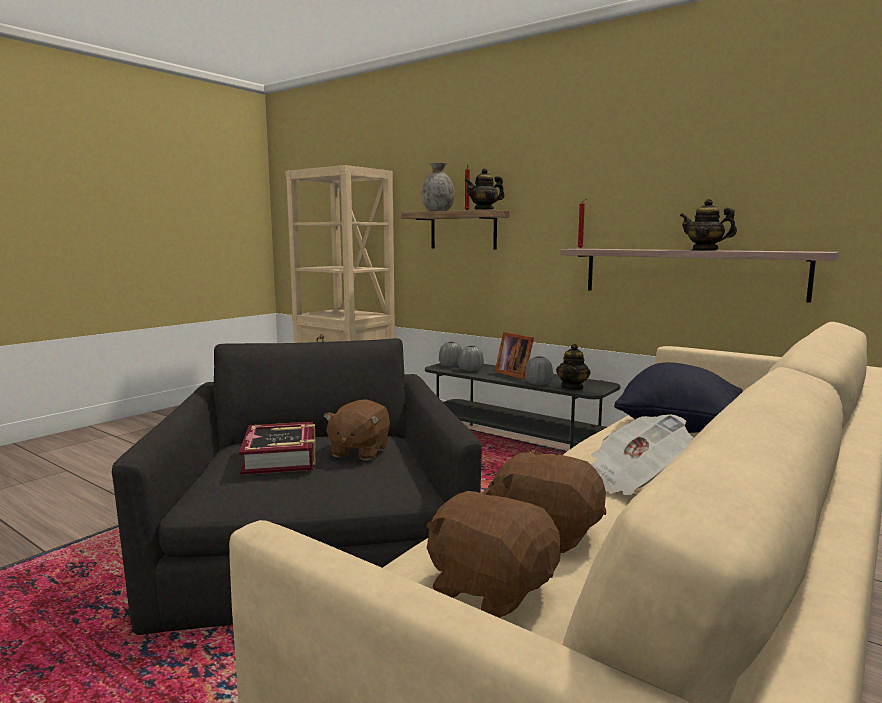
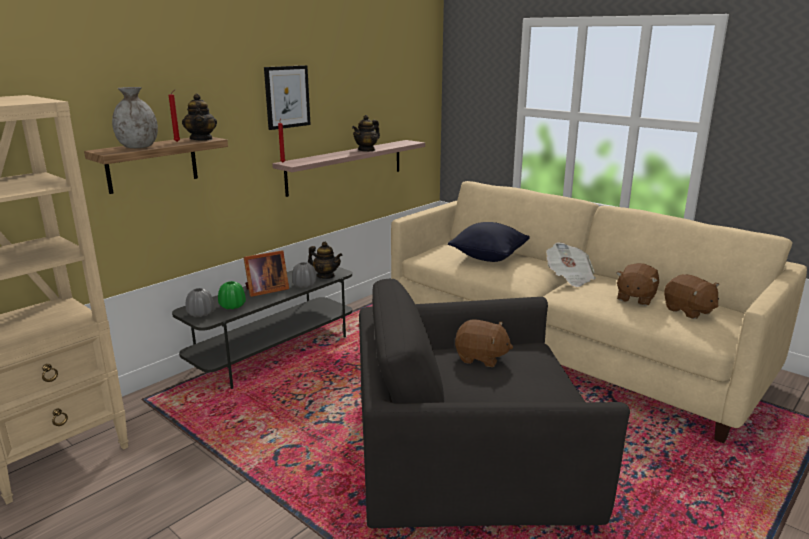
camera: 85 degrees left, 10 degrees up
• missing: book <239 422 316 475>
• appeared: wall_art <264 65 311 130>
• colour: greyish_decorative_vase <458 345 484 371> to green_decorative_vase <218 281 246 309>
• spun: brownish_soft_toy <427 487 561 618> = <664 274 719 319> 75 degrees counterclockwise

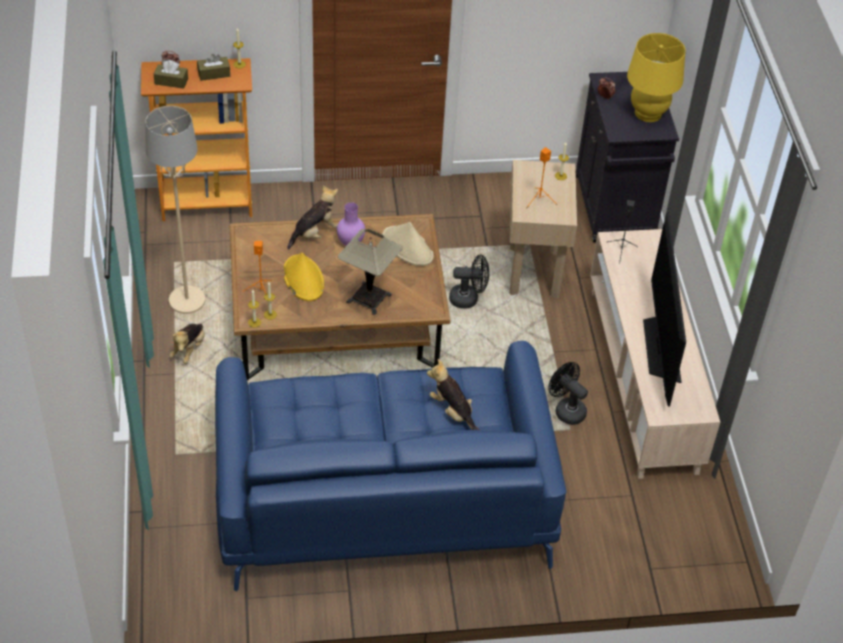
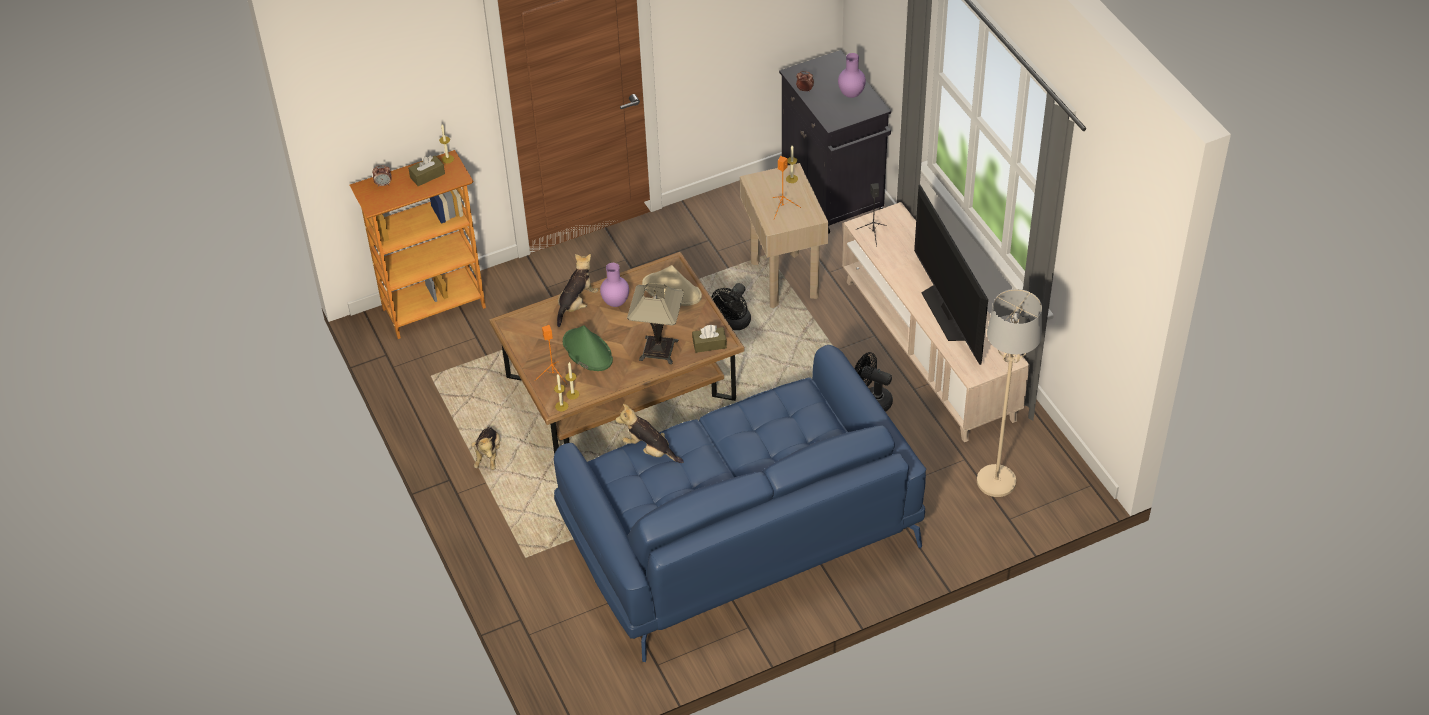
camera: 15 degrees left, 0 degrees up
• relocated: sand-coloured_floor_lamp <145 106 205 314> to <977 289 1042 497>
• relocated: brownish_tissue_box <154 60 188 89> to <692 325 727 353>
• relocated: soft_toy <427 359 480 430> to <615 404 684 463>
• exchanged: yellowish_lamp_for_a_table <627 33 686 122> to purple-coloured_decorative_vase <838 53 866 98>
• colour: yellowish_wearable_hat <284 253 324 301> to green_wearable_hat <563 325 613 371>
• spun: black_electric_fan <449 255 489 309> = <711 283 751 330> 135 degrees clockwise

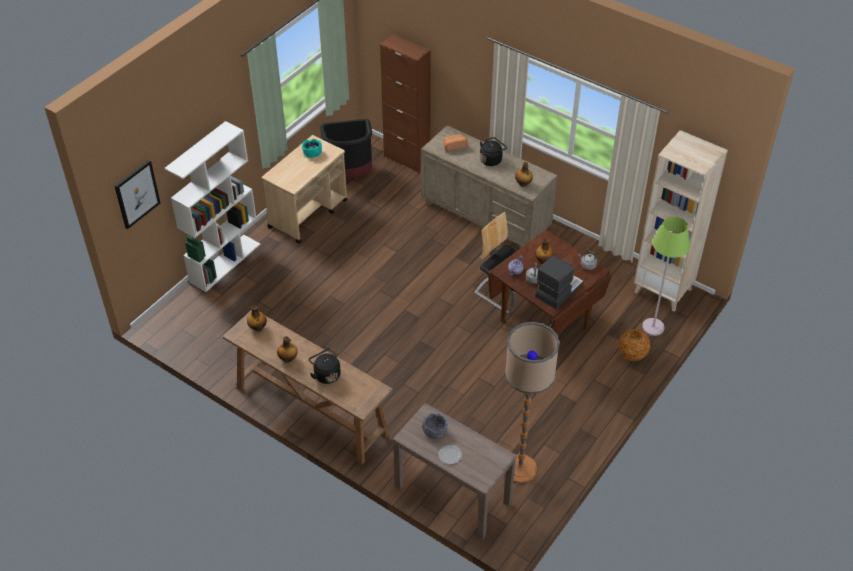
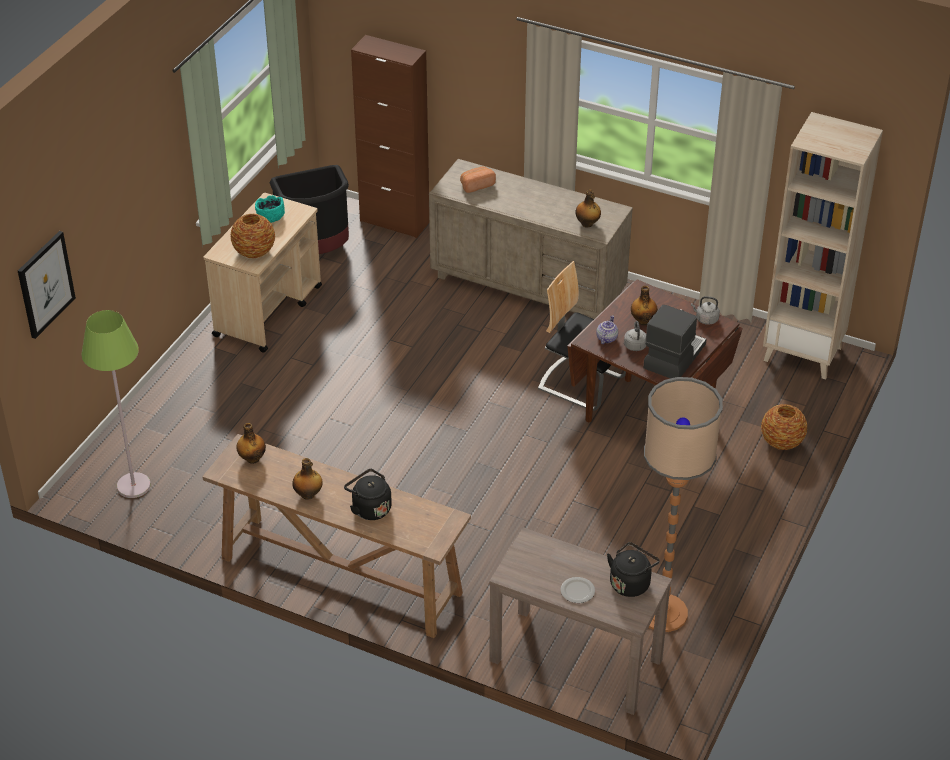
camera: 10 degrees left, 5 degrees down
• missing: white_bookcase <164 121 260 292>
• missing: greyish_deep_dish <422 413 448 439>
• appeared: decorative_vase <230 214 275 258>
• relocated: black_kettle <480 137 507 166> to <607 542 660 597>
• relocated: green_floor_lamp <642 216 691 336> to <82 310 150 498>

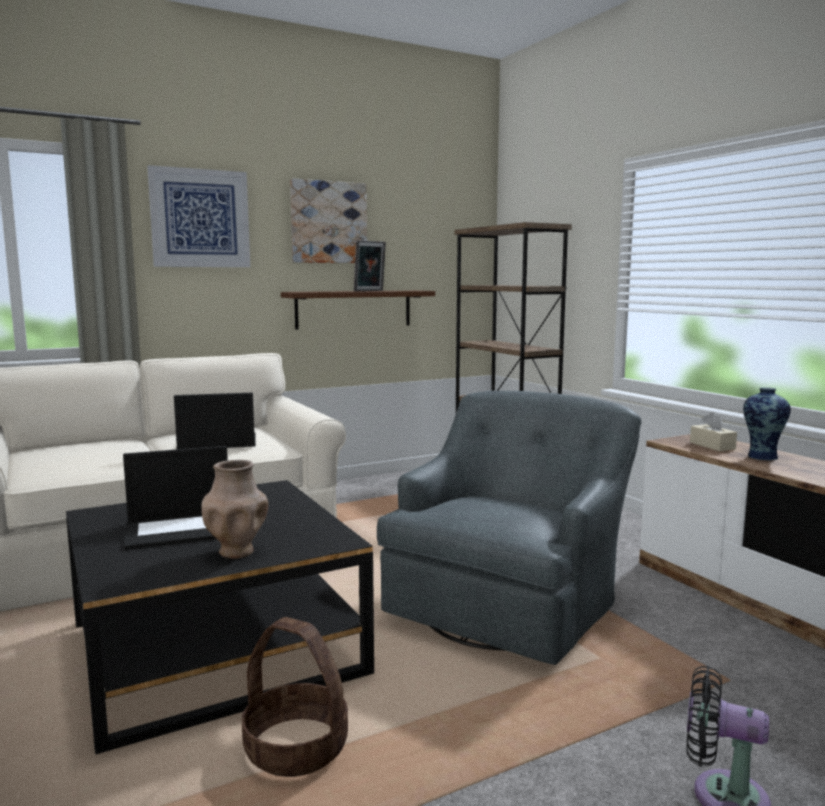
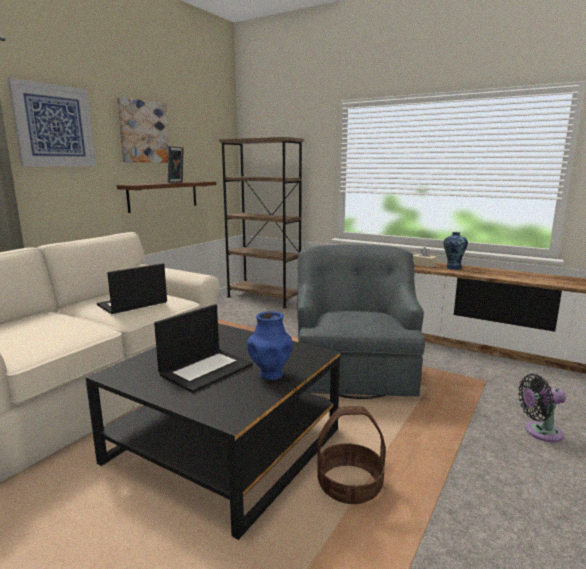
camera: 30 degrees left, 5 degrees up
• colour: brownish_decorative_vase <201 460 268 559> to blue_decorative_vase <247 311 292 381>

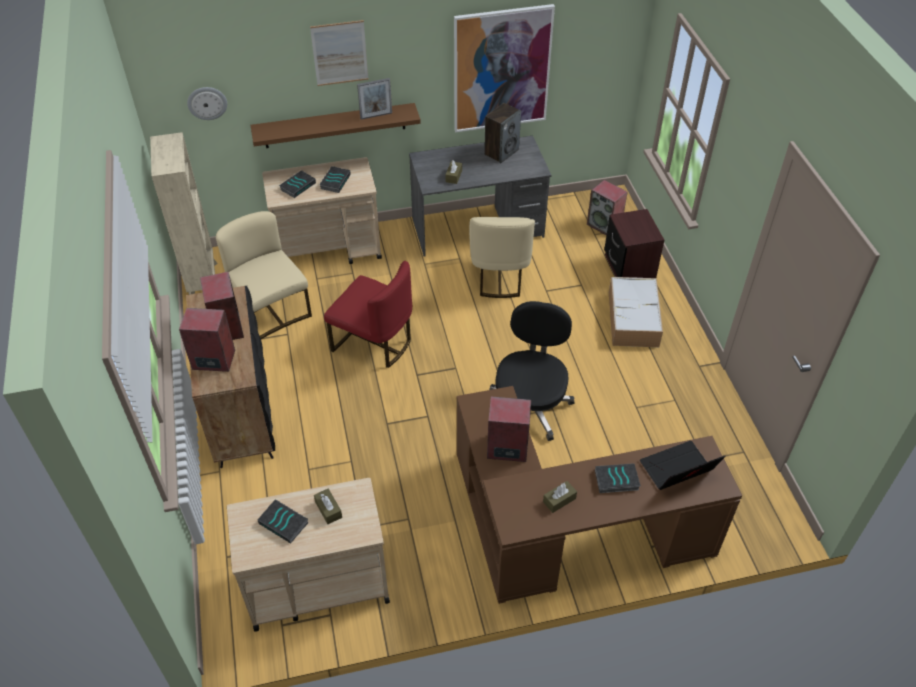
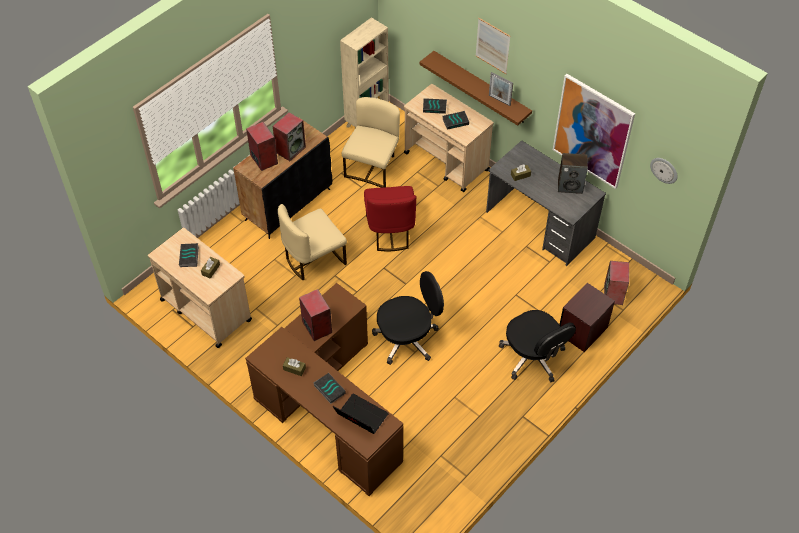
camera: 55 degrees right, 5 degrees up
• relocated: clock_on_the_wall <187 87 227 120> to <650 158 677 184>
• relocated: sand-coloured_chair <469 217 535 298> to <278 204 347 280>
• exchanged: storage_container <609 277 663 347> to black_office_chair <499 310 576 382>

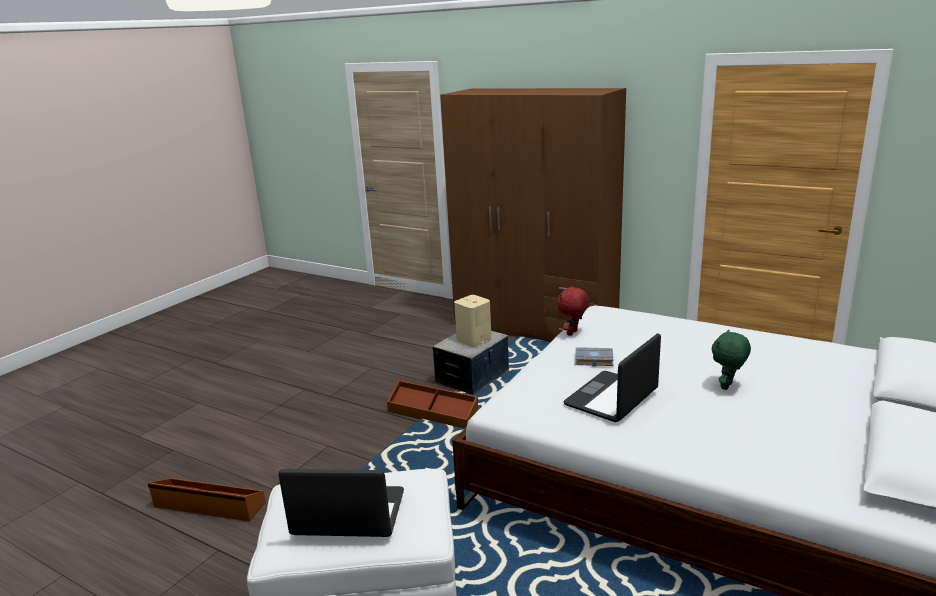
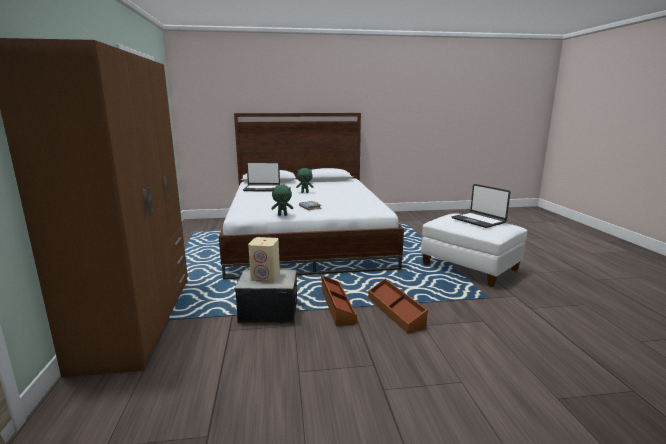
camera: 130 degrees left, 5 degrees down
• relocated: brownish_storage_container <148 478 266 521> to <368 279 428 334>
• relocated: notebook_computer <564 333 661 422> to <243 162 280 191>
• colour: red_soft_toy <557 286 589 336> to green_soft_toy <271 185 293 216>

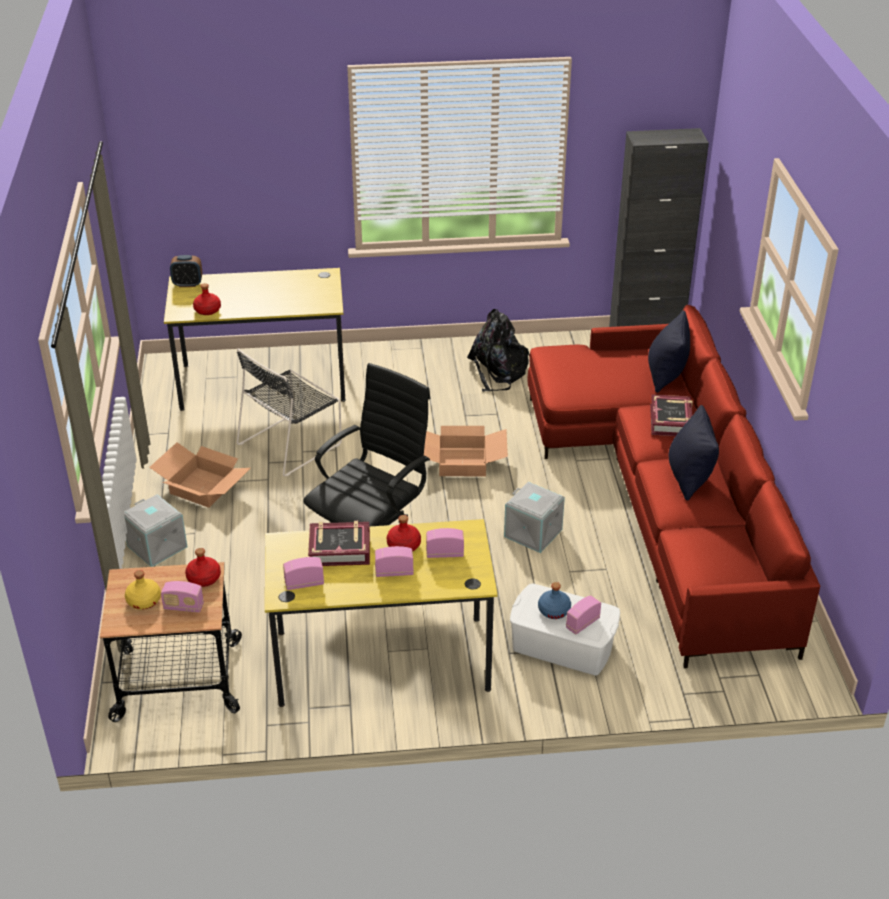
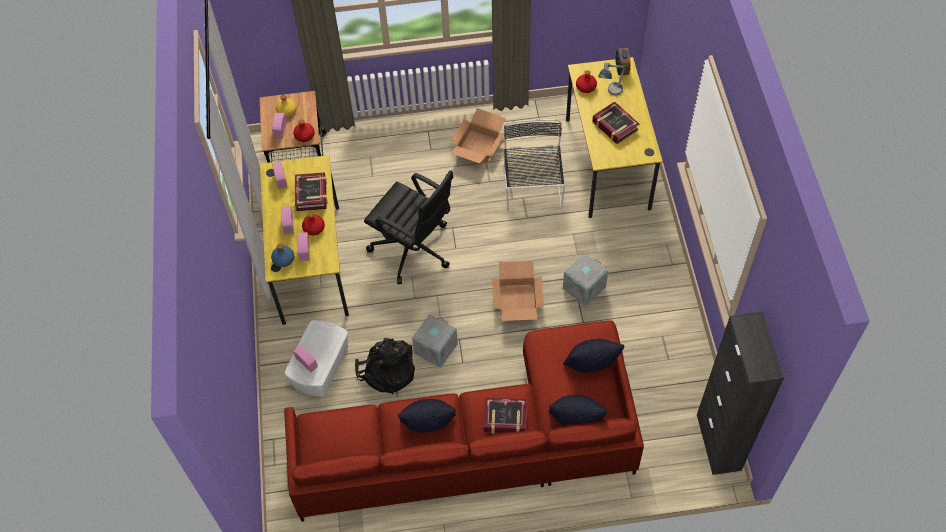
camera: 90 degrees right, 20 degrees up
• appeared: black_throw_pillow <563 339 624 373>
• appeared: book <592 102 639 144>
• appeared: lamp_for_a_table <598 63 626 95>
• relocated: greyish_storage_container <124 494 187 567> to <563 253 608 306>
• relocated: black_knapsack <467 309 530 392> to <355 338 415 395>
• relocated: blue_drink_bottle <538 582 571 619> to <271 244 294 267>
• spun: black_chair <237 348 342 476> = <504 119 565 212> 45 degrees clockwise

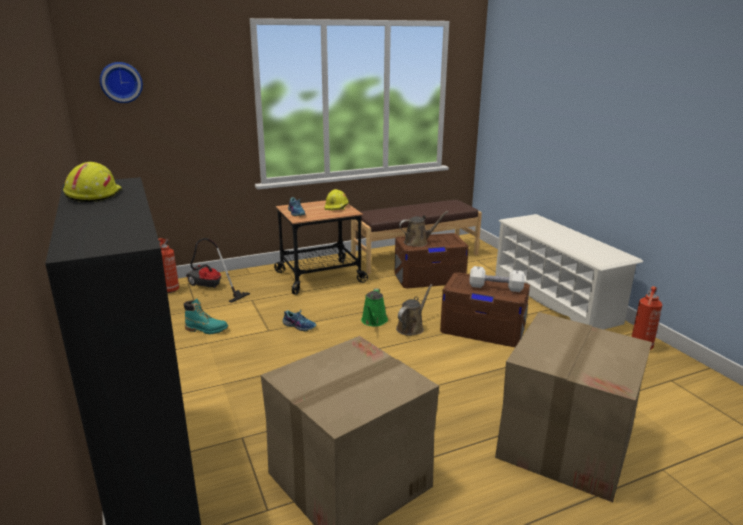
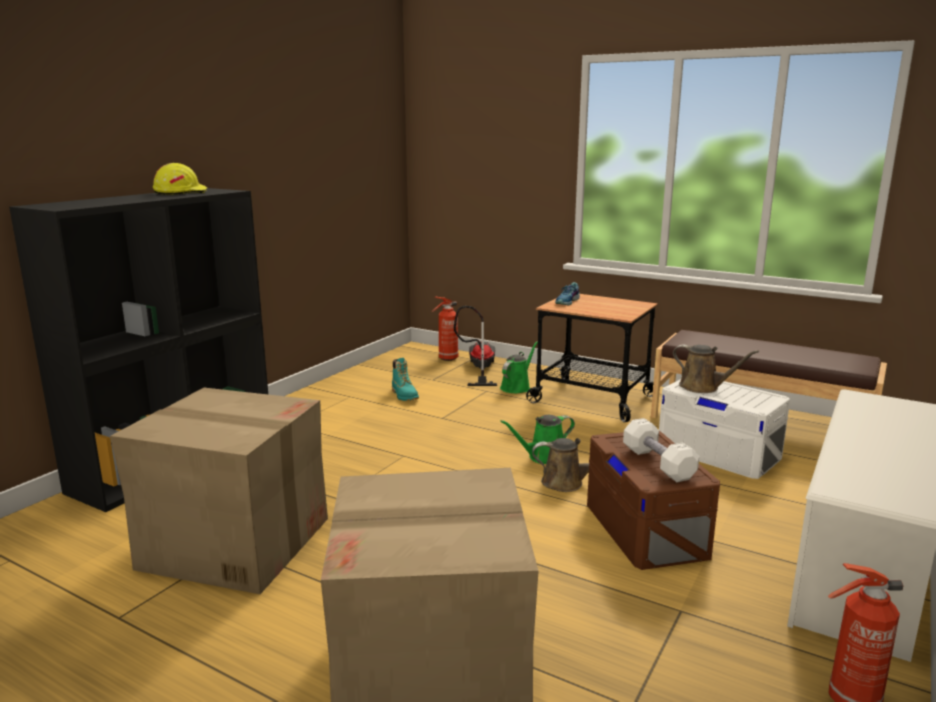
camera: 55 degrees right, 5 degrees down
• missing: clock_on_the_wall <100 62 143 103>
• missing: low_shoe <282 308 317 331>
• missing: yellowish_work_helmet <325 189 349 210>
• appeared: green_watering_pot <500 341 538 393>
• colour: brownish_storage_container <395 233 469 289> to white_storage_container <659 379 790 479>

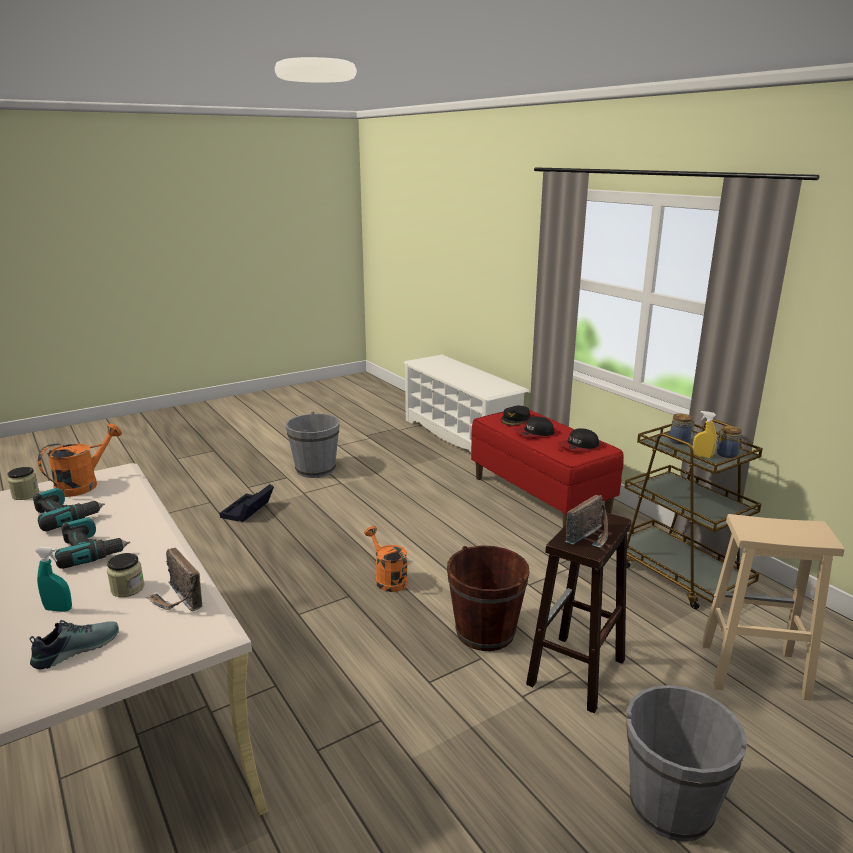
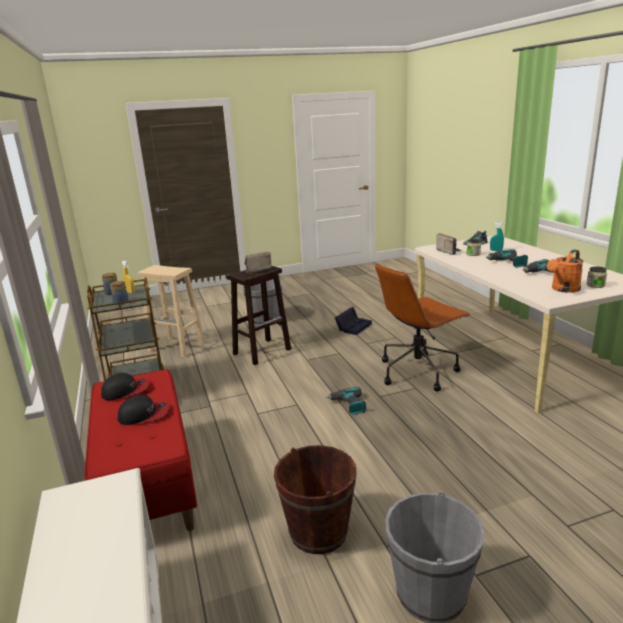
camera: 165 degrees left, 0 degrees up
• missing: black_cap <501 406 530 426>
• appeared: brownish_office_chair <375 263 471 392>
• relocated: black_storage_container <220 484 274 522> to <335 307 372 335>
• relocated: brownish_pail <447 546 530 651> to <274 445 357 554>
• exchanged: orange_watering_pot <364 526 408 592> to power_drill <326 387 366 415>

